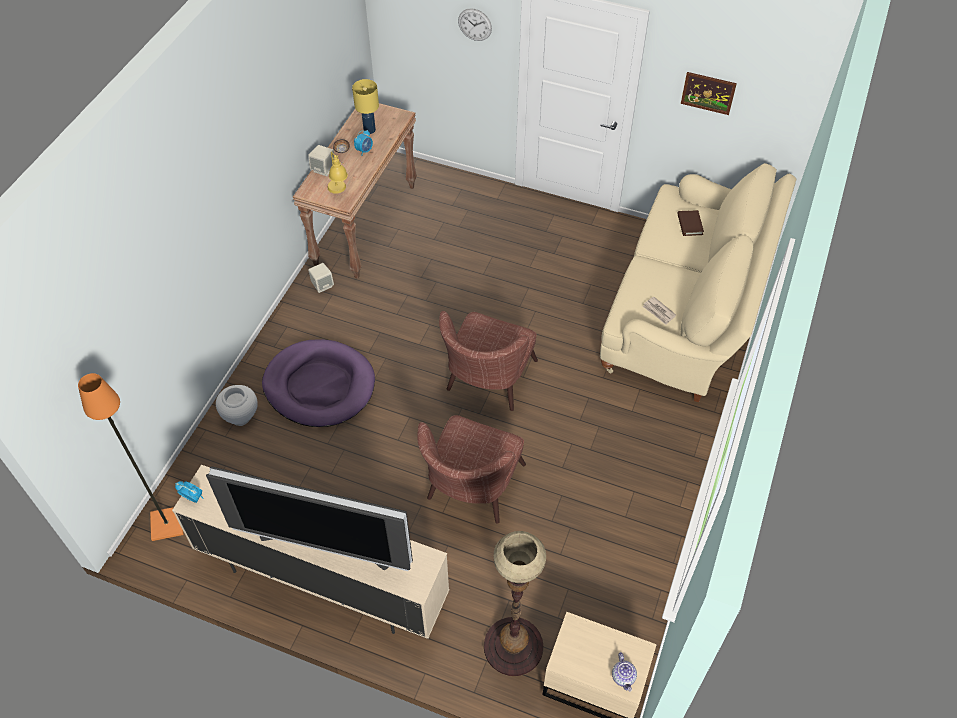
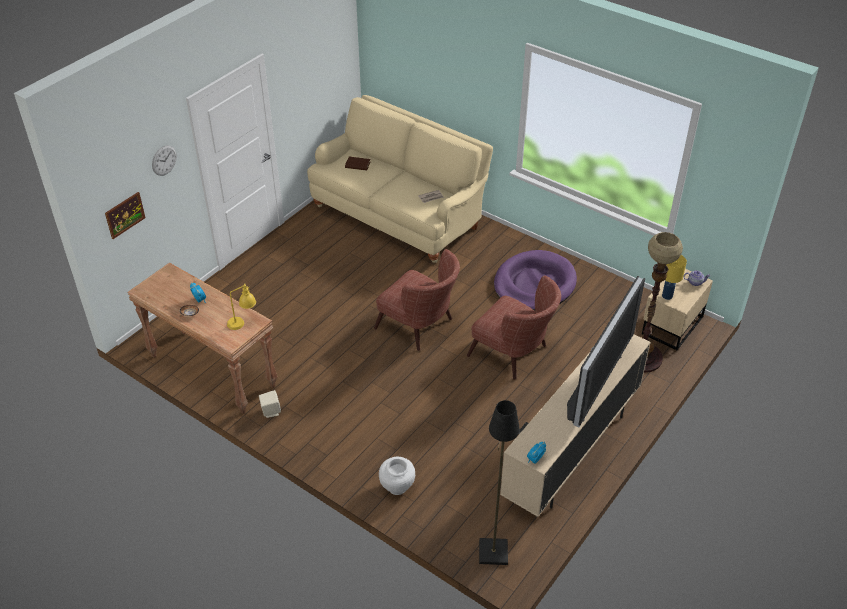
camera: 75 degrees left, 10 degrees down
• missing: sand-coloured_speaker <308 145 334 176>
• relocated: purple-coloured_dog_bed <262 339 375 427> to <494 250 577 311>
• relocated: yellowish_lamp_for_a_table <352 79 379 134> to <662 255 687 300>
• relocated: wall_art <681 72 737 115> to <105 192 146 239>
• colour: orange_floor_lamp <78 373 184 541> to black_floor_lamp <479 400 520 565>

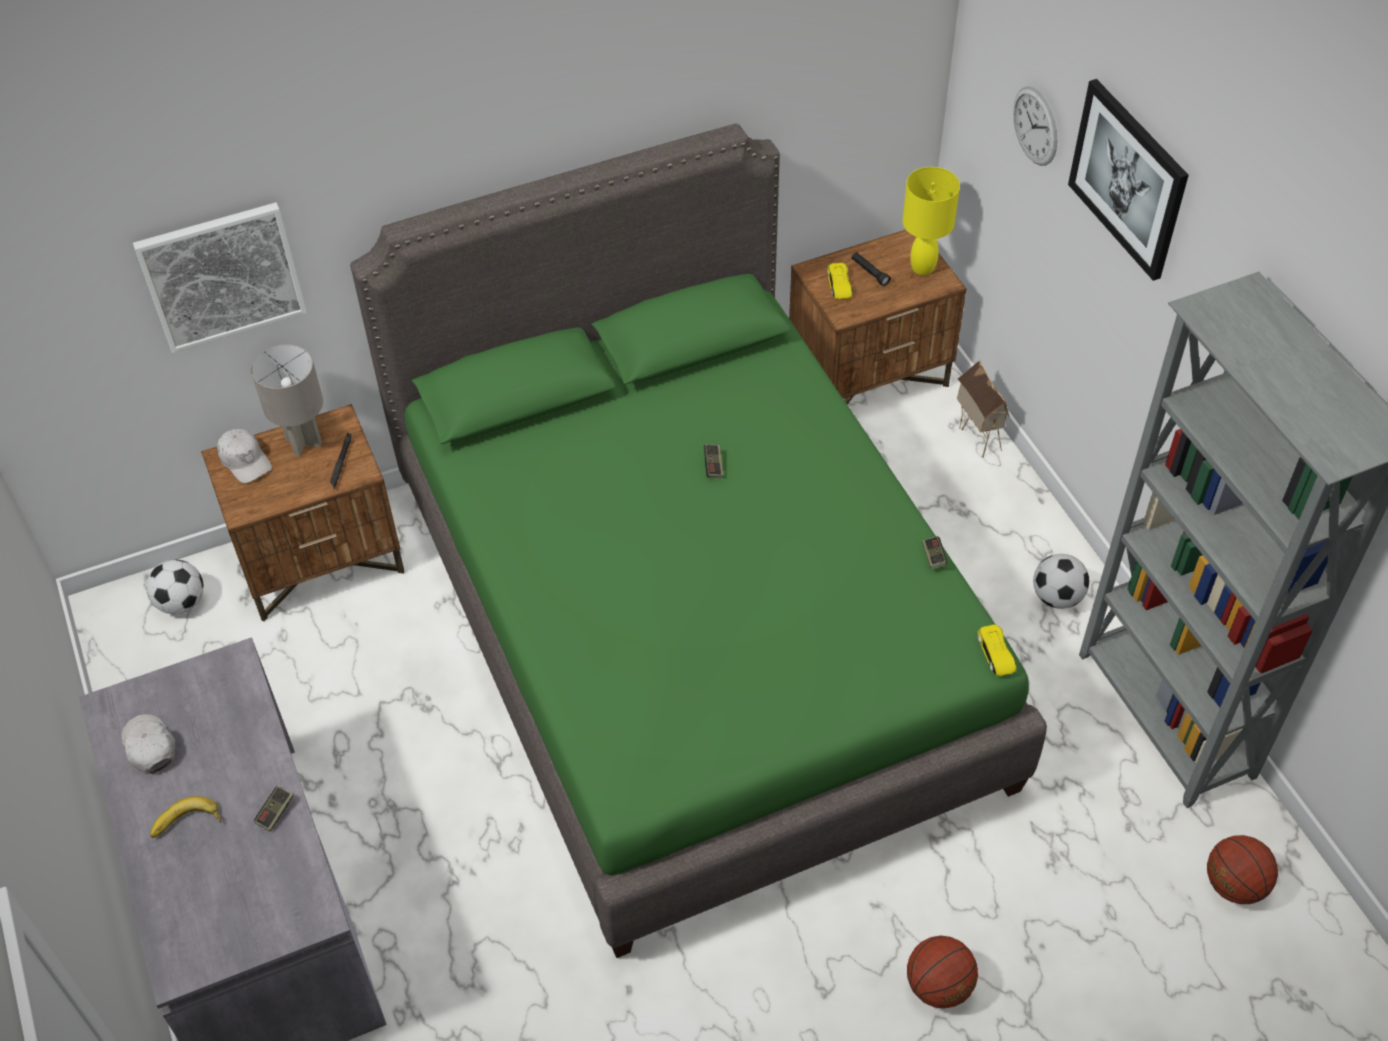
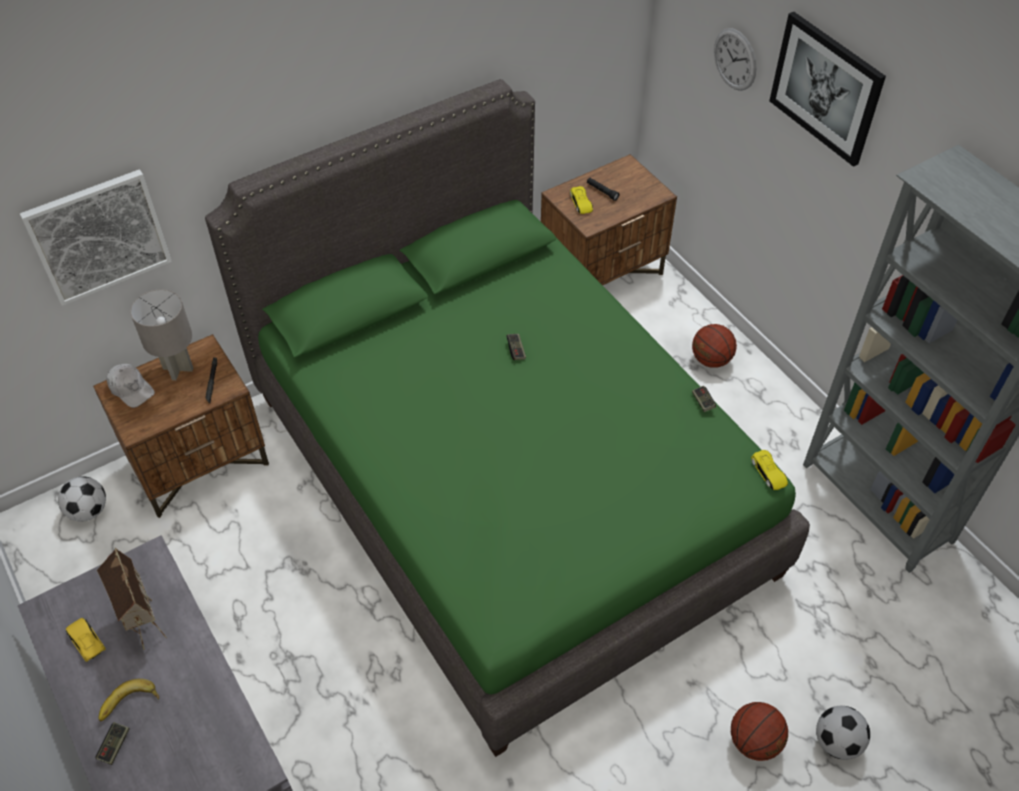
camera: 10 degrees left, 0 degrees up
• missing: yellowish_lamp_for_a_table <902 167 960 275>
• relocated: gamepad <254 786 294 832> to <96 722 130 765>
• relocated: model_house <957 359 1009 458> to <97 548 167 650>
• relocated: ball_for_football <1033 554 1089 609> to <816 706 870 760>
• relocated: basketball_ball <1207 835 1278 904> to <692 324 737 368>
• exchanged: white_cap <121 714 176 774> to yellowish_toy_car <66 618 106 662>

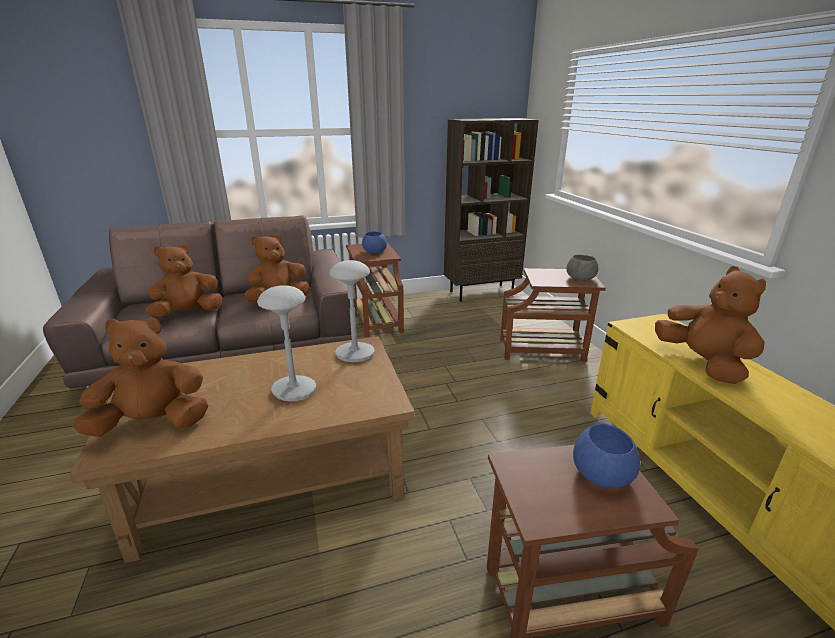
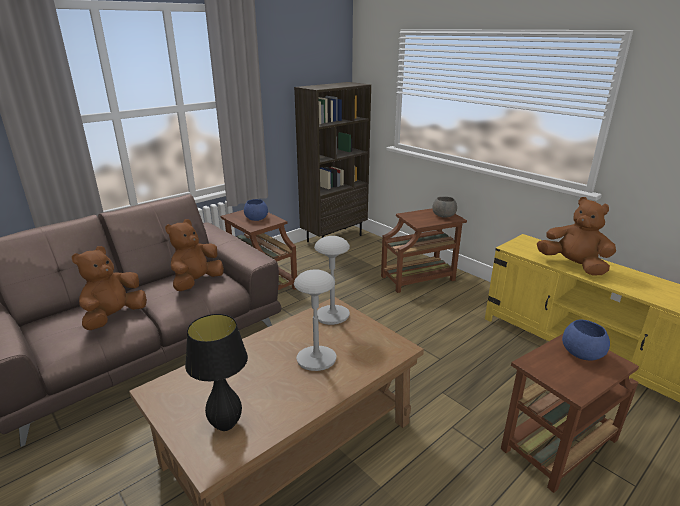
camera: 25 degrees left, 0 degrees up
• exchanged: brownish_soft_toy <72 317 208 437> to black_lamp_for_a_table <185 314 248 431>

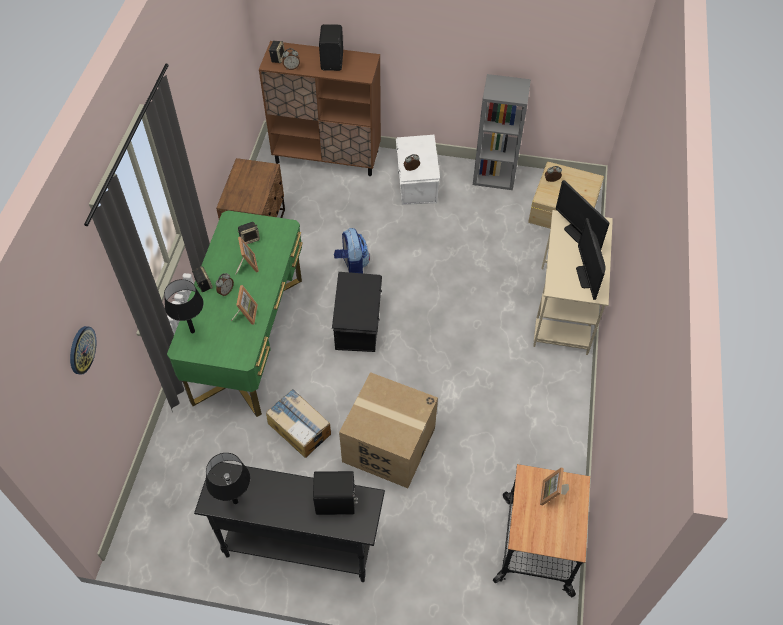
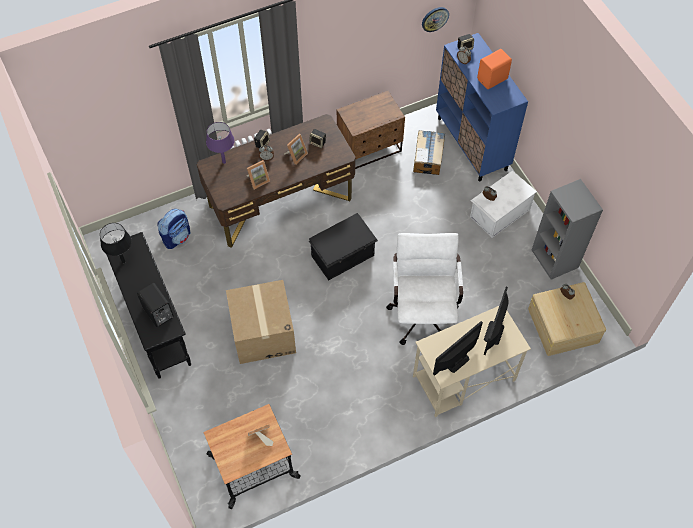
camera: 55 degrees right, 5 degrees up
• appeared: white_office_chair <386 233 463 345>
• relocated: clock_on_the_wall <70 326 97 375> to <422 7 449 32>
• relocated: carton <266 389 331 458> to <413 130 445 175>
• relocated: knapsack <334 228 370 273> to <157 209 190 249>
• colour: black_lamp_for_a_table <164 279 204 333> to purple-coloured_lamp_for_a_table <206 122 235 164>
• colour: green_desk_table <167 211 302 417> to brownish_desk_table <197 114 356 248>
• colour: brownish_cupboard <259 41 381 176> to blue_cupboard <436 33 528 181>
• colour: black_speaker <319 24 343 71> to orange_speaker <477 49 512 89>

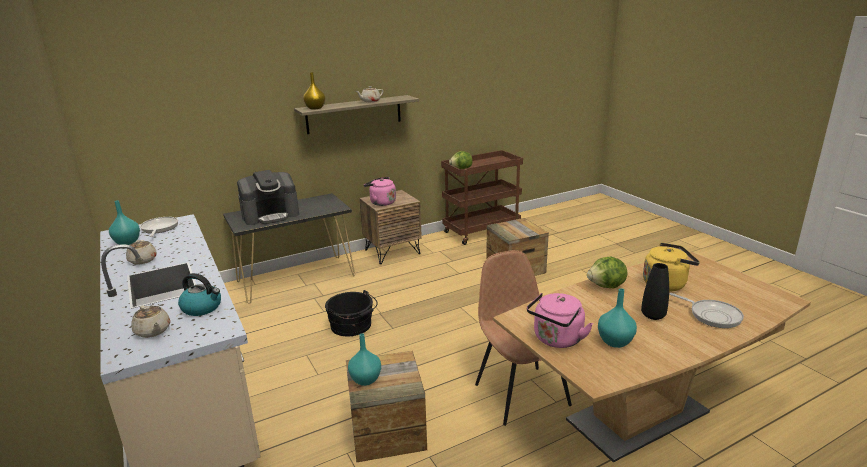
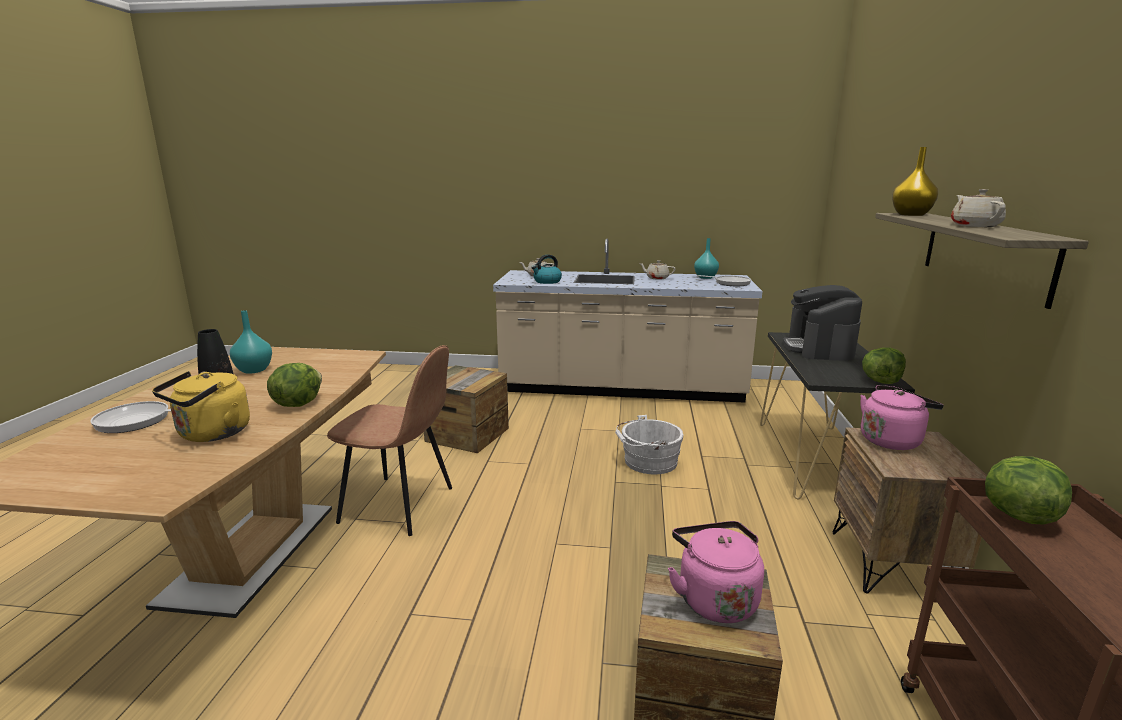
camera: 125 degrees right, 5 degrees down
• missing: blue-green_decorative_vase <348 333 381 386>
• appeared: head_of_lettuce <862 347 906 384>
• relocated: pink_kettle <527 293 593 348> to <668 521 764 623>
• colour: black_pail <325 290 378 336> to white_pail <615 415 683 474>

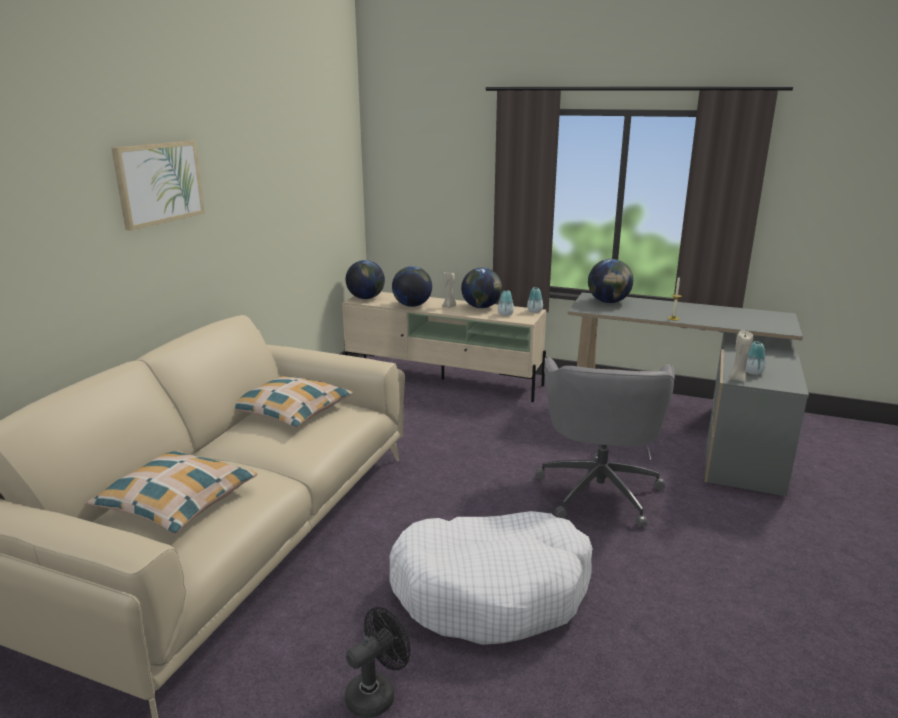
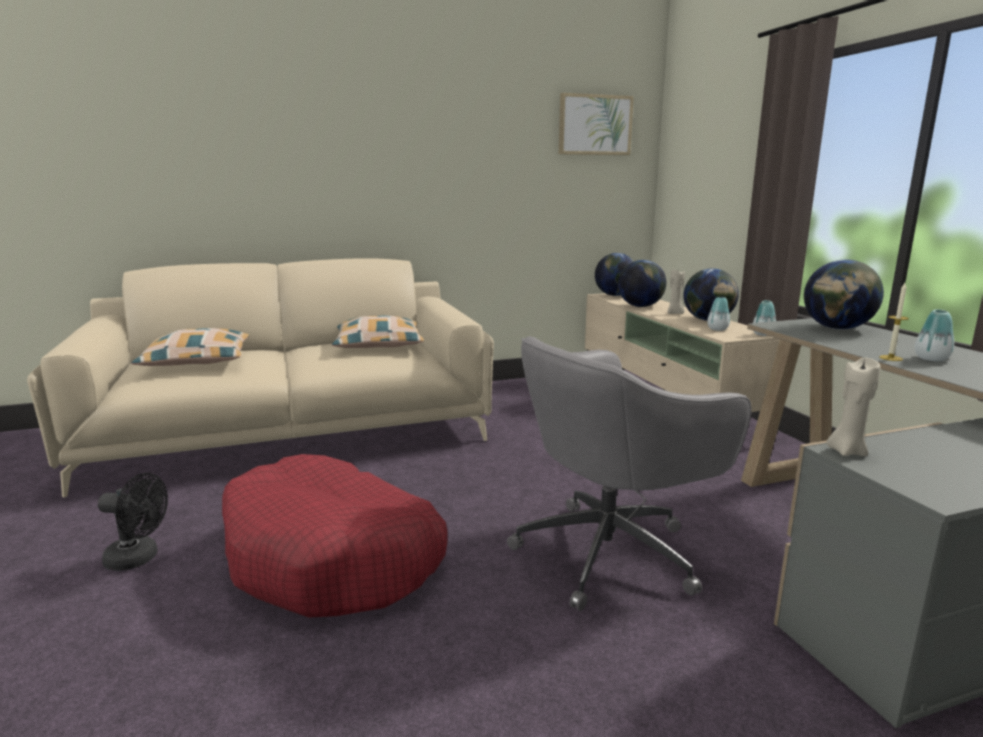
camera: 50 degrees right, 5 degrees down
• relocated: wall_art <112 141 205 231> to <559 93 634 155>
• relocated: decorative_vase <746 341 766 375> to <915 309 954 361>
• colour: white_dog_bed <389 511 592 645> to red_dog_bed <222 454 448 618>

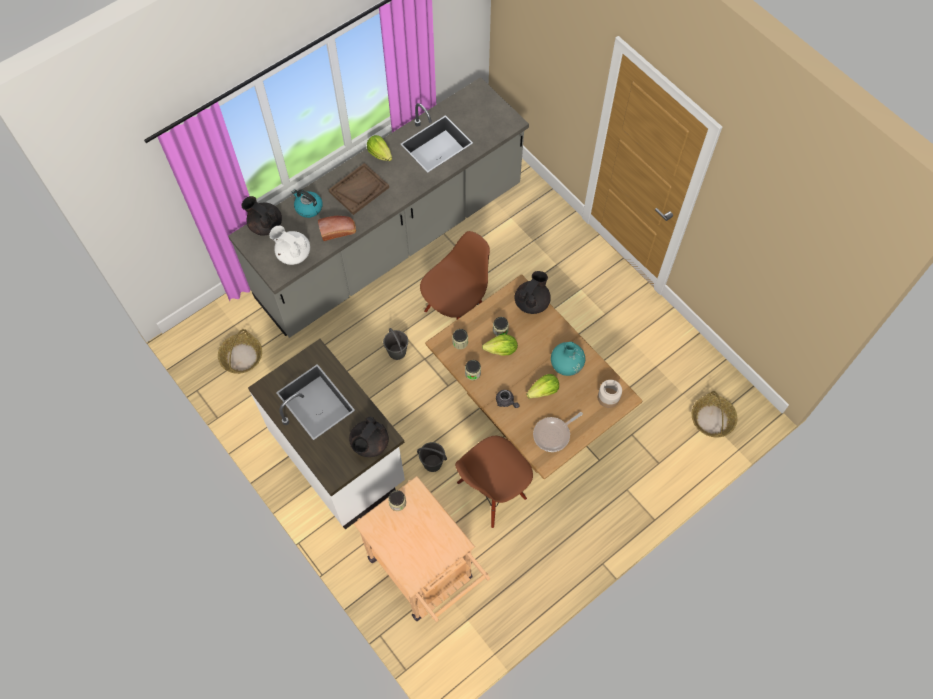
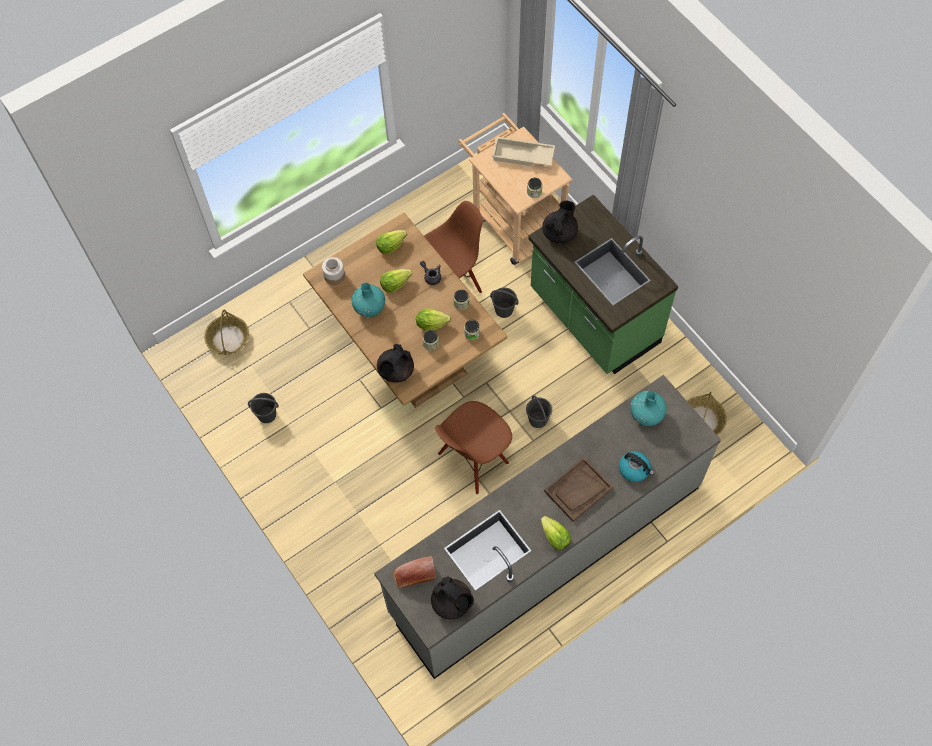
camera: 175 degrees left, 0 degrees up
• appeared: greyish_pail <248 393 279 423>
• appeared: sand-coloured_carrying_tray <492 137 555 166>
• relocated: black_pot_for_tea <242 196 282 236> to <431 576 474 619>
• relocated: bread <318 216 356 241> to <394 556 436 588>
• exchanged: white_pot_for_tea <269 226 310 265> to blue-green_decorative_vase <630 391 667 426>
• exchanged: pan <533 412 583 452> to head_of_lettuce <376 230 407 254>
• colour: white_kitchen_base_unit <248 339 405 529> to green_kitchen_base_unit <528 194 678 374>

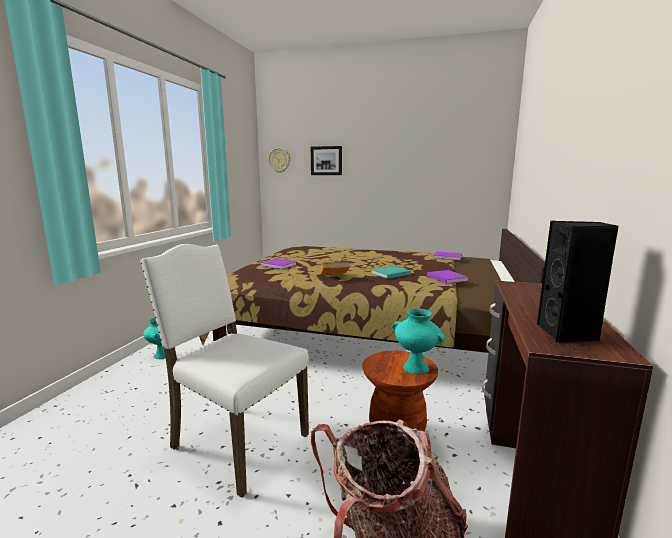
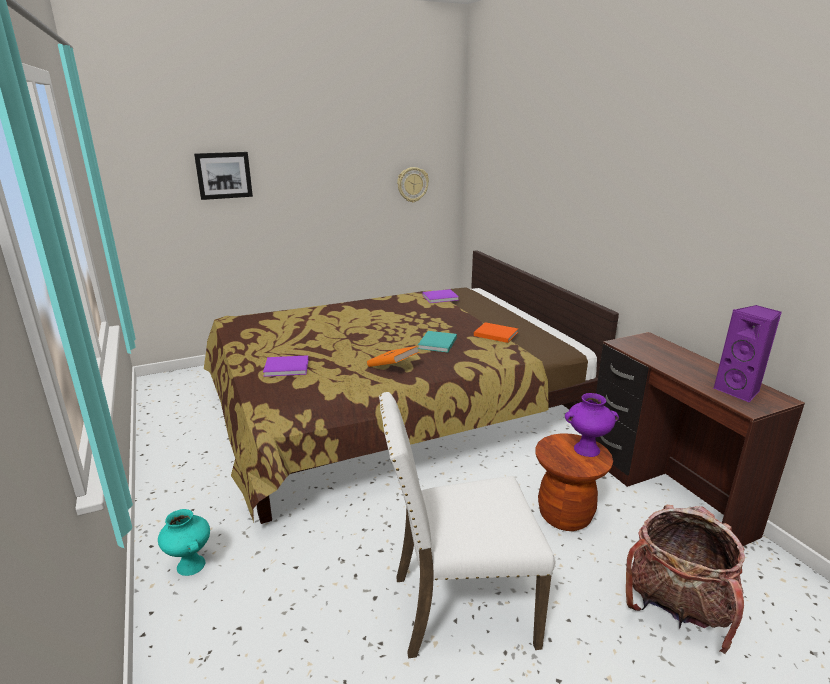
camera: 40 degrees left, 10 degrees up
• relocated: clock_on_the_wall <268 148 291 173> to <397 167 429 203>
• colour: blue-green_decorative_vase <391 309 445 374> to purple-coloured_decorative_vase <565 393 619 457>
• colour: purple-coloured_book <427 270 469 284> to orange_book <474 322 518 343>
• colour: black_speaker <537 221 619 343> to purple-coloured_speaker <714 305 782 402>

